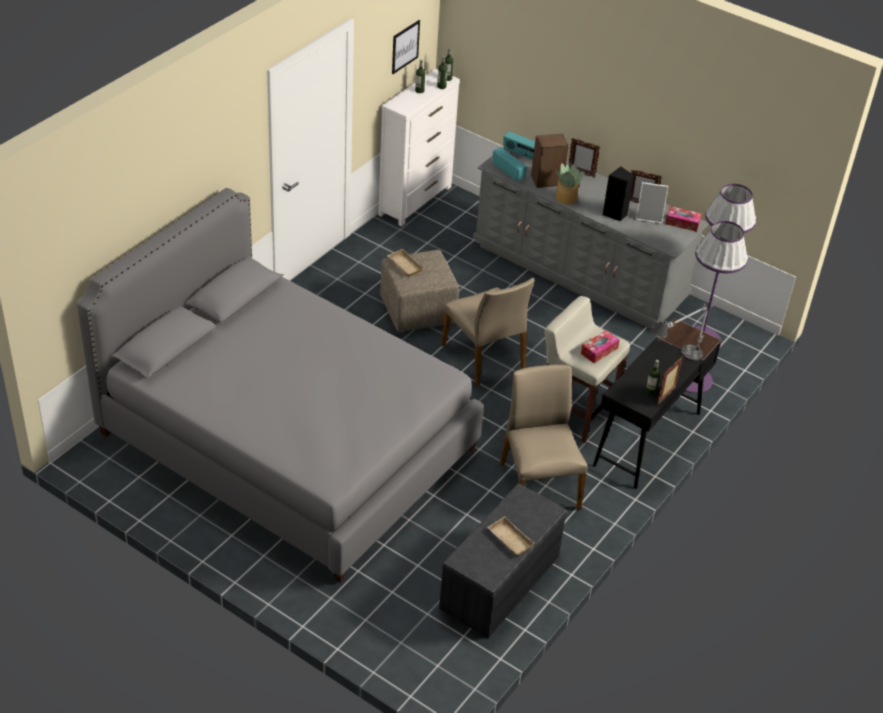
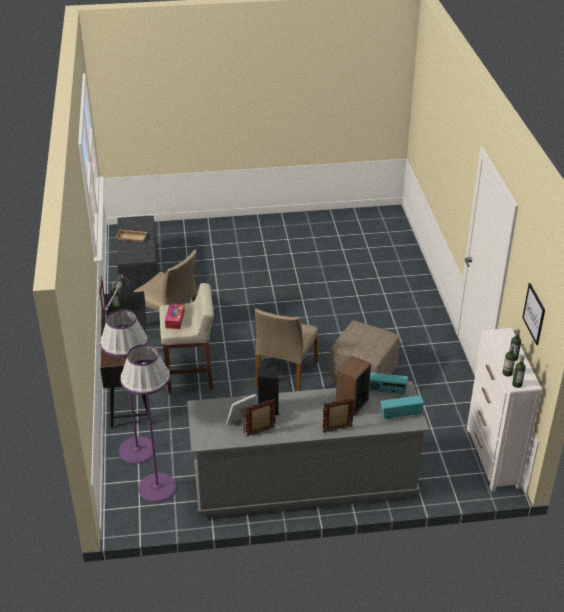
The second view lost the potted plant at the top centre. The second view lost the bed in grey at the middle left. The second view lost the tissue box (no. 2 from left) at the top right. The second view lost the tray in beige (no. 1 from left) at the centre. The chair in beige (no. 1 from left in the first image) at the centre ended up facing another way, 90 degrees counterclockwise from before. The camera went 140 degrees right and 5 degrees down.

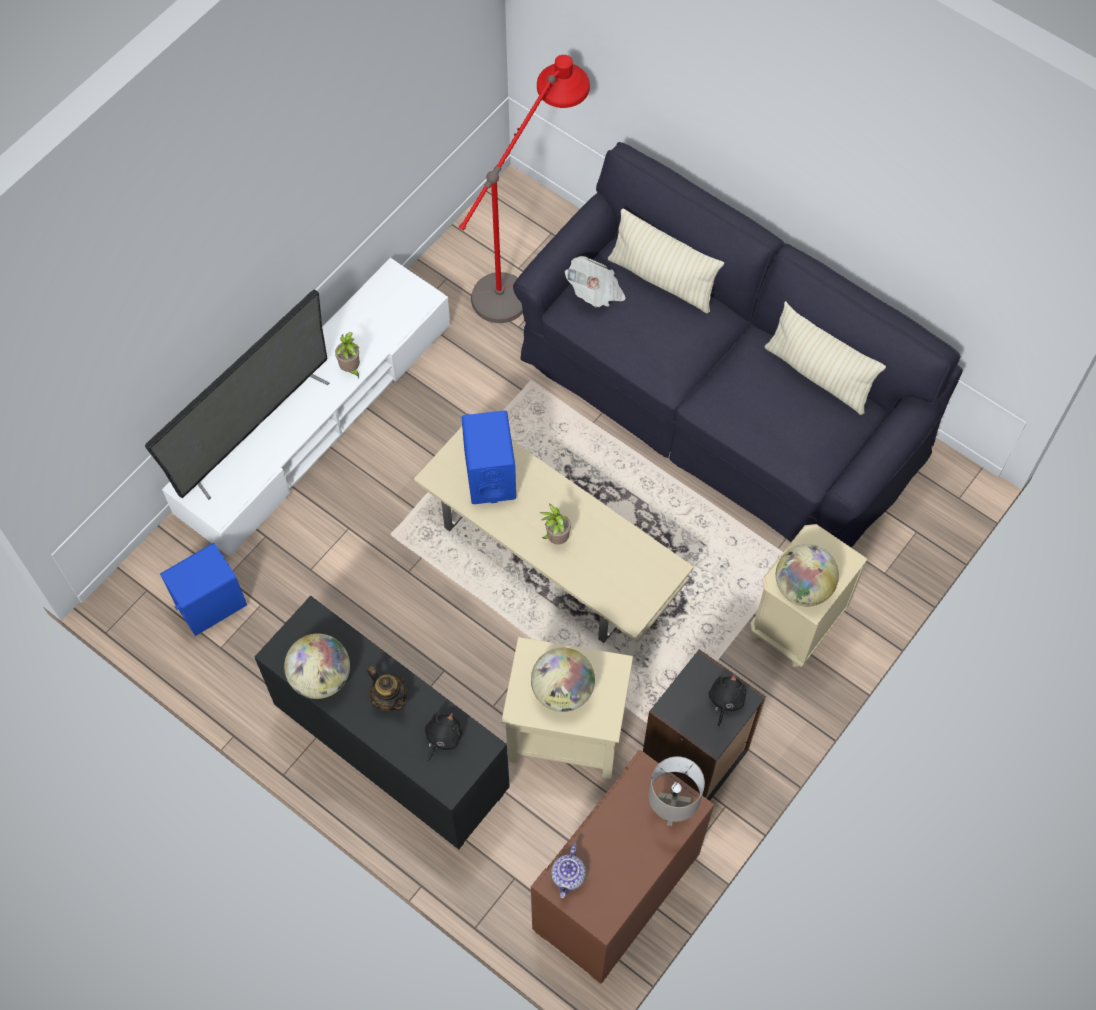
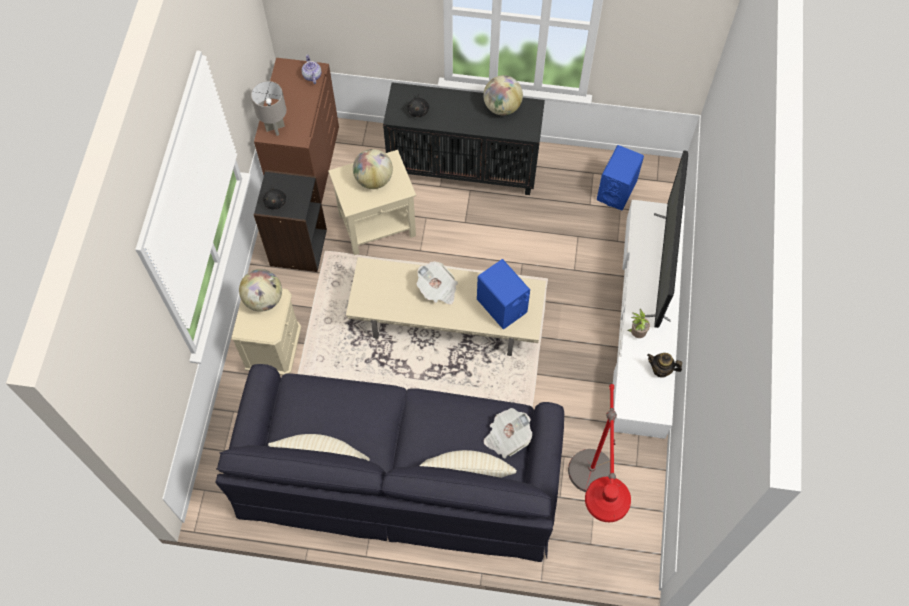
Where the potted plant (no. 2 from left) stood at the centre, the newspaper (no. 1 from left) came to stand at the centre. The teapot (no. 1 from left in the first image) ended up elsewhere, having gone from the bottom centre to the middle right. The camera went 150 degrees right and 0 degrees up.

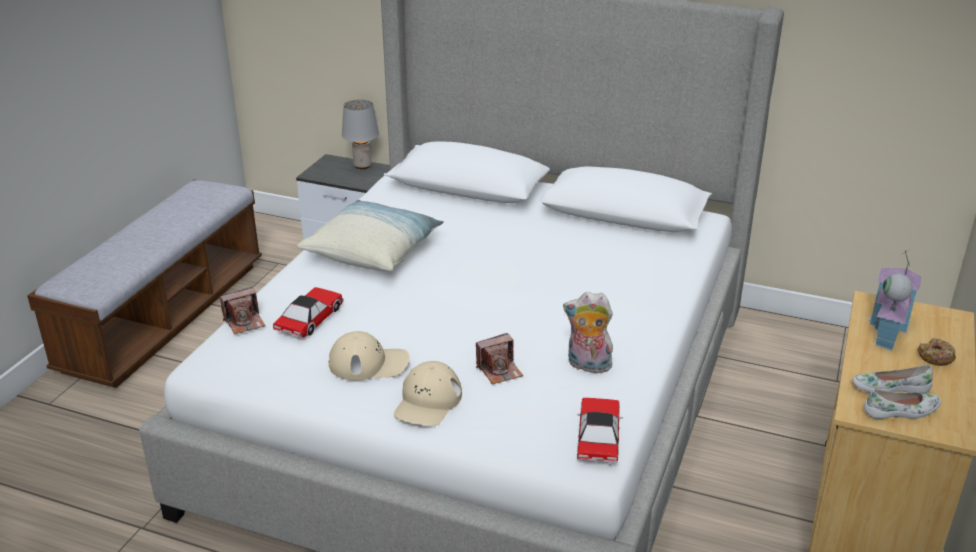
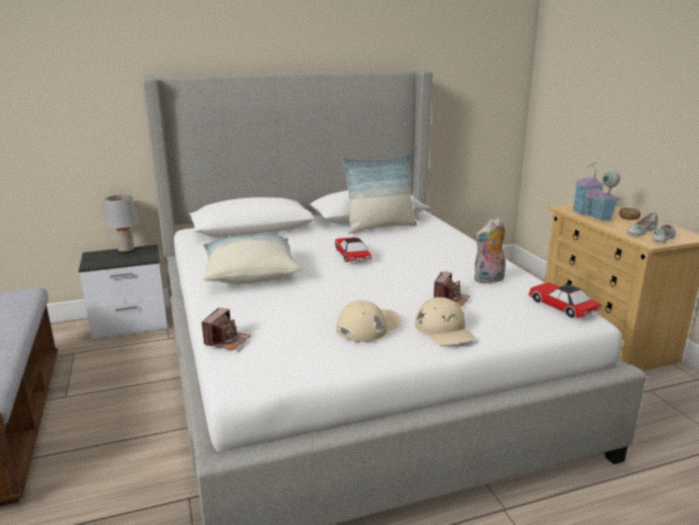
The toy car (no. 1 from left) ended up elsewhere, having gone from the middle left to the centre. The second view gained the pillow (no. 2 from left) at the centre. The camera went 40 degrees left and 10 degrees down.

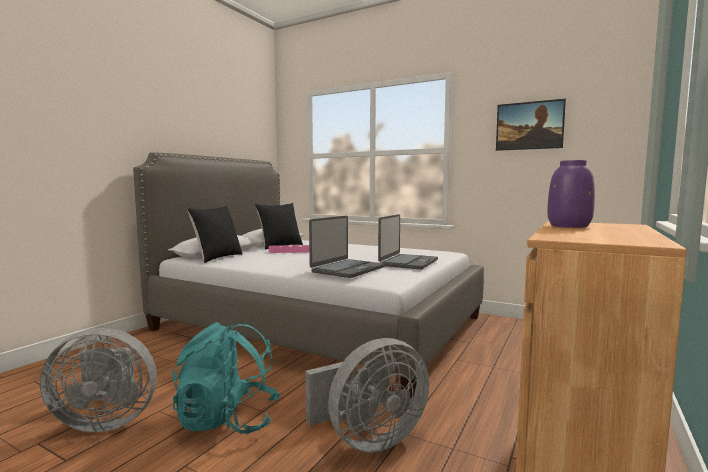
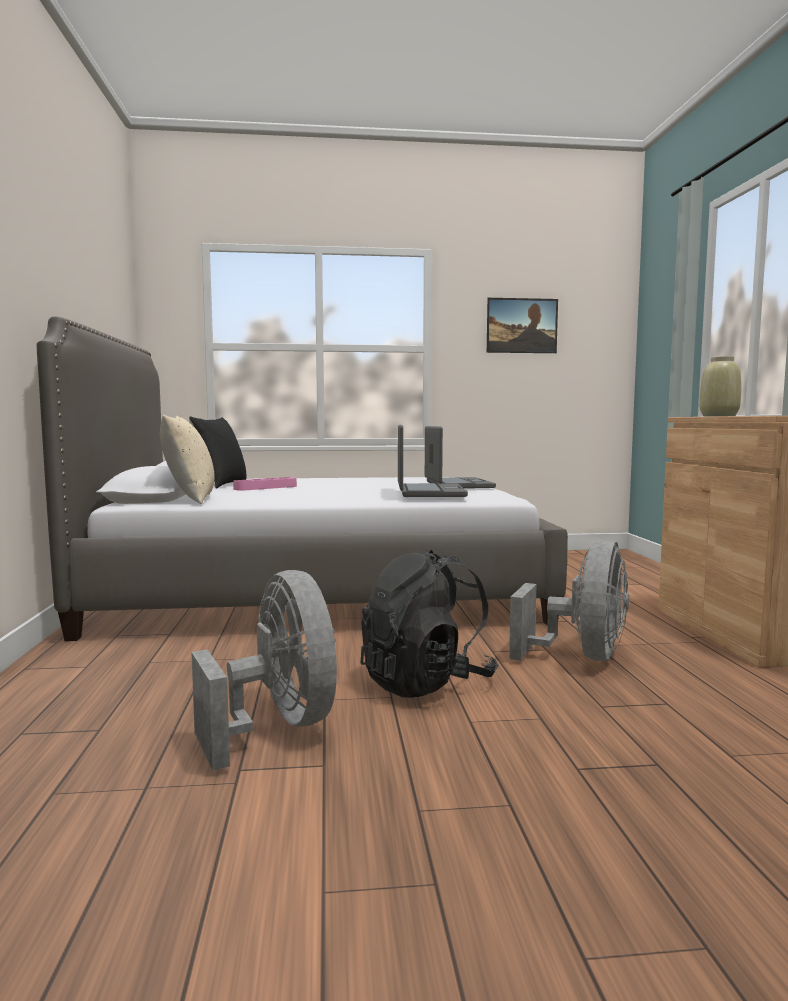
What was the vase in purple at the middle right turned into the vase in beige at the middle right. What was the pillow in black (no. 1 from left) at the middle left turned into the pillow in beige at the middle left. What was the backpack in turquoise at the bottom left turned into the backpack in black at the centre. The fan in grey (no. 1 from left) at the bottom left ended up facing another way, 75 degrees counterclockwise from before. The camera went 35 degrees left and 0 degrees up.

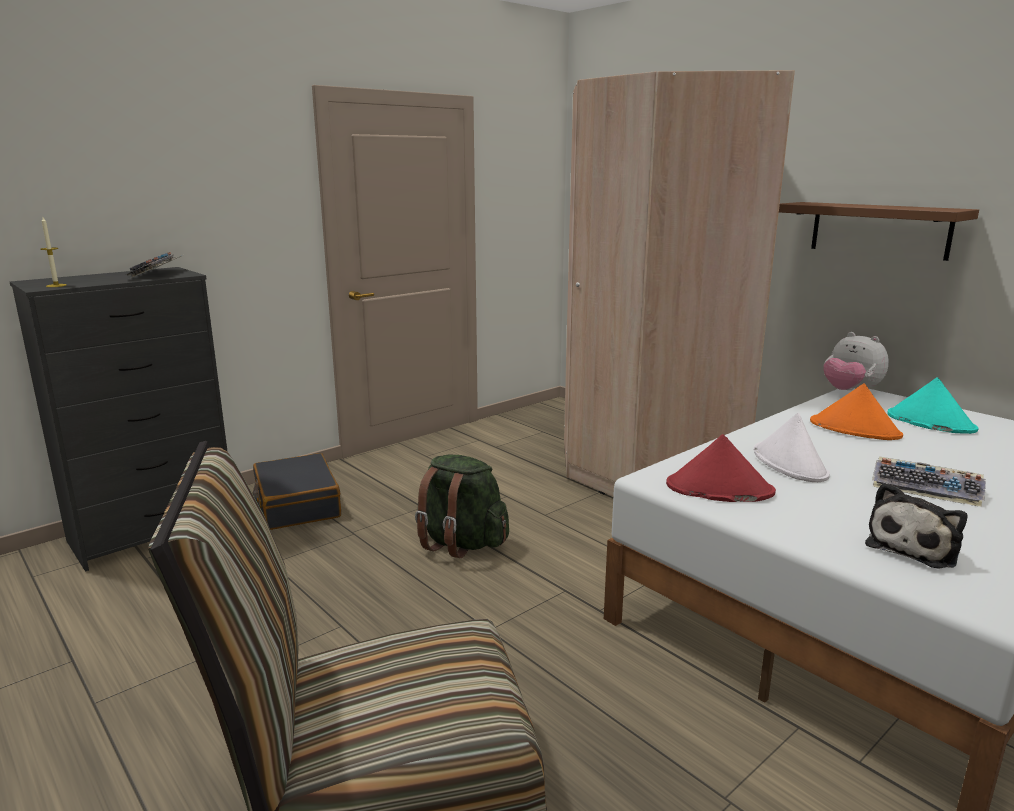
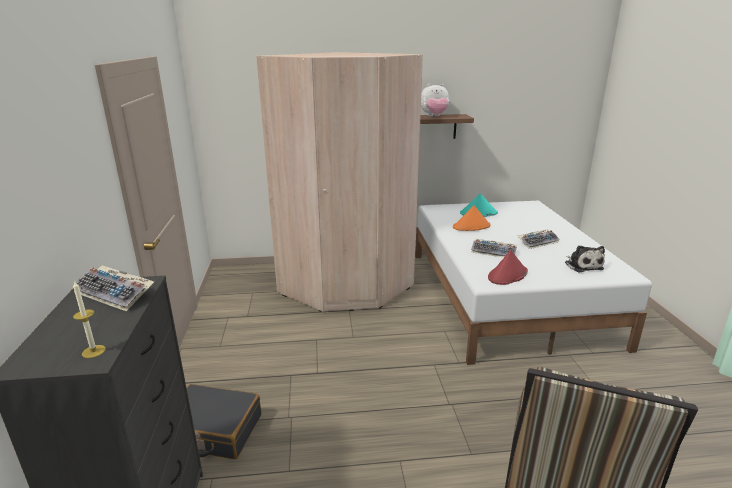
The plush toy (no. 1 from left) ended up elsewhere, having gone from the middle right to the top centre. Where the hat in white stood at the middle right, the keyboard (no. 2 from left) came to stand at the middle right. The second view lost the backpack in green at the centre. The camera went 55 degrees left and 5 degrees up.

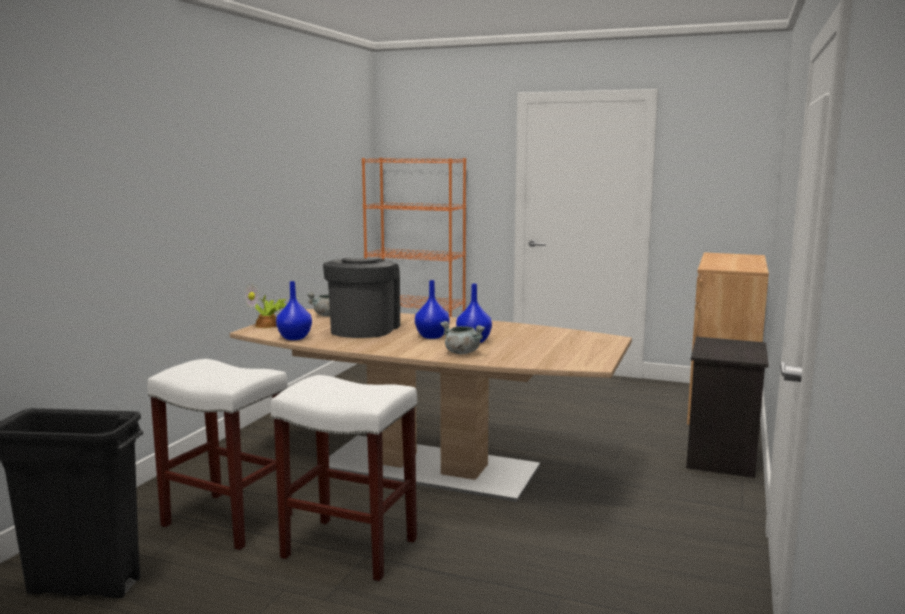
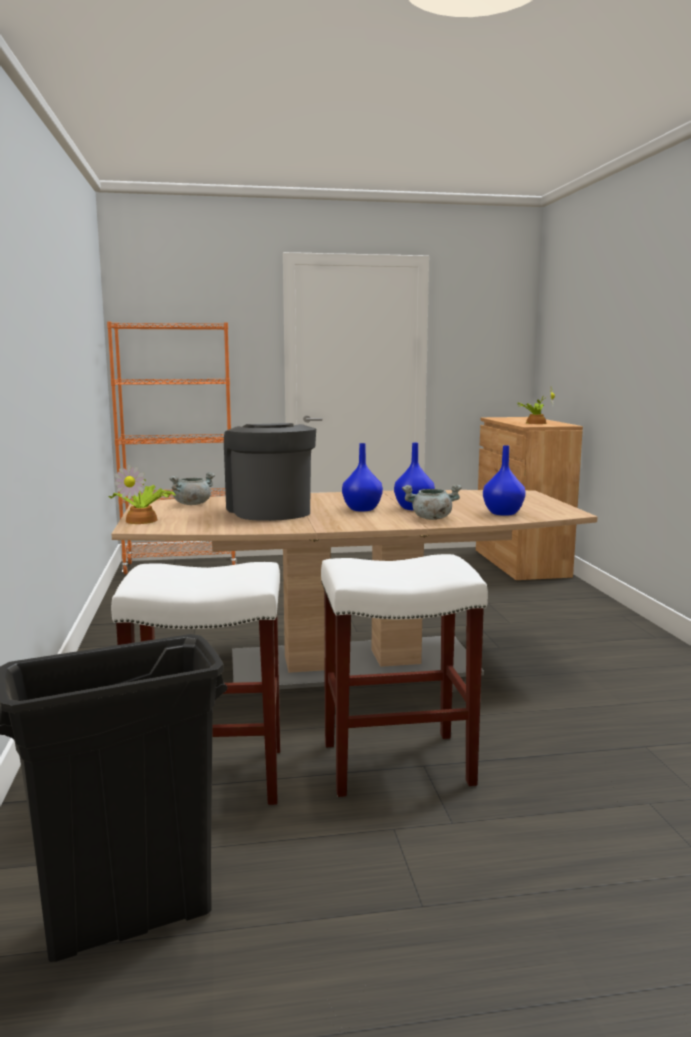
The vase in blue (no. 1 from left in the first image) ended up elsewhere, having gone from the middle left to the middle right. The second view lost the nightstand in black at the middle right. The second view gained the potted plant (no. 2 from left) at the middle right. The camera went 30 degrees left and 0 degrees up.

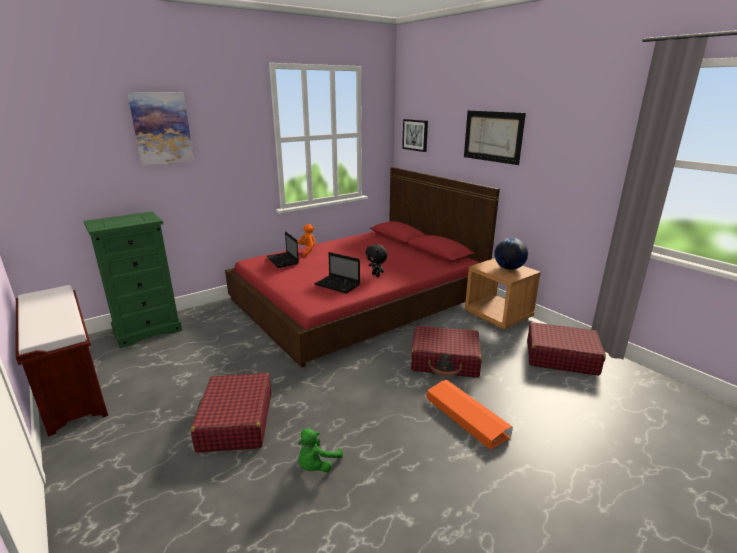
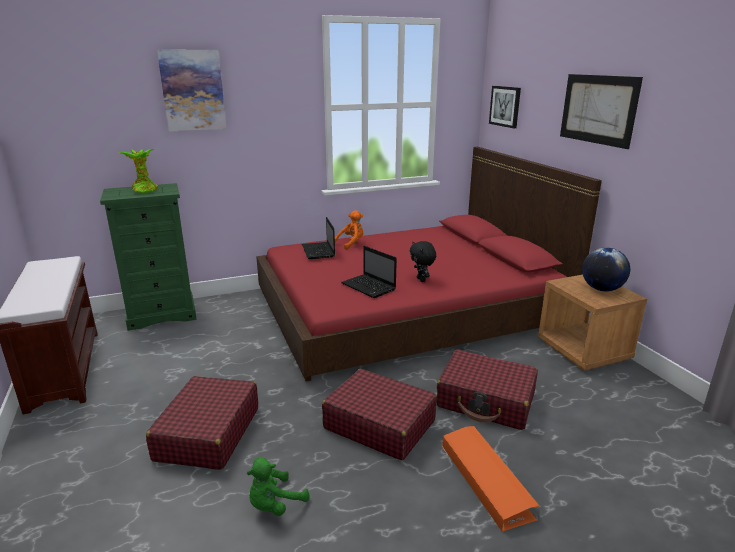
The suitcase in red (no. 3 from left in the first image) ended up elsewhere, having gone from the middle right to the bottom centre. The second view gained the potted plant at the top left. The camera went 15 degrees right and 0 degrees up.

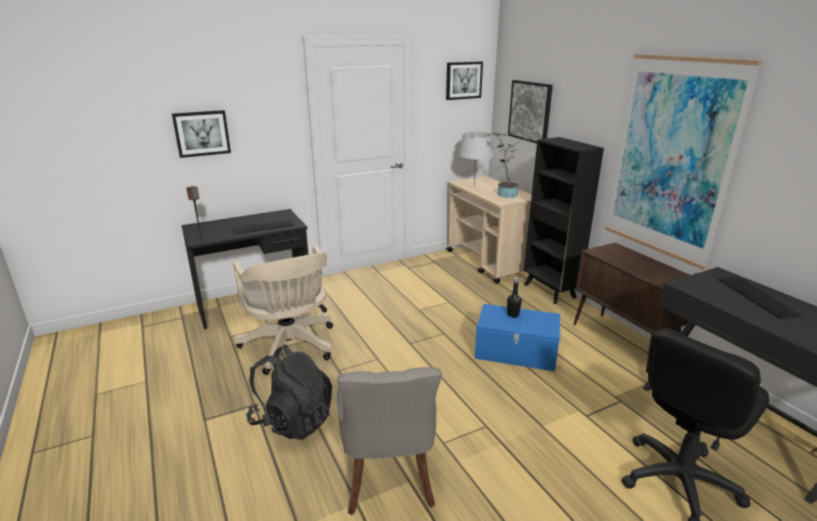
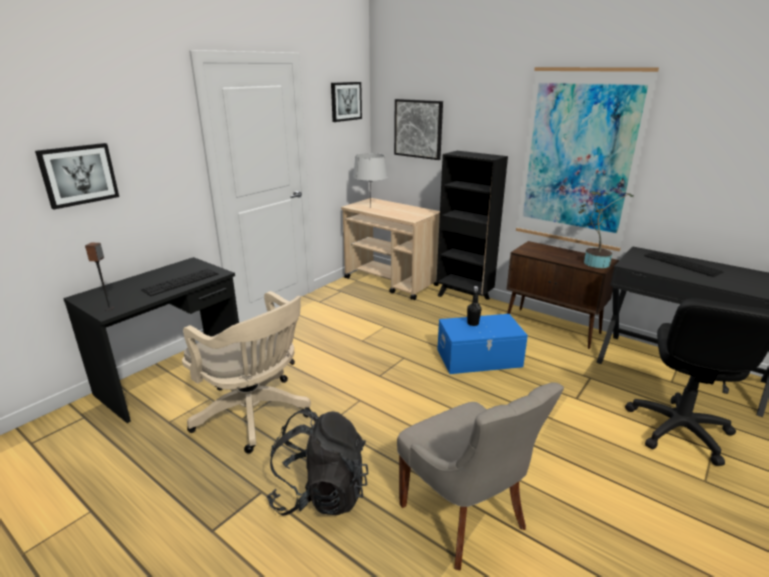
The potted plant ended up elsewhere, having gone from the top centre to the middle right. The camera went 25 degrees left and 0 degrees up.

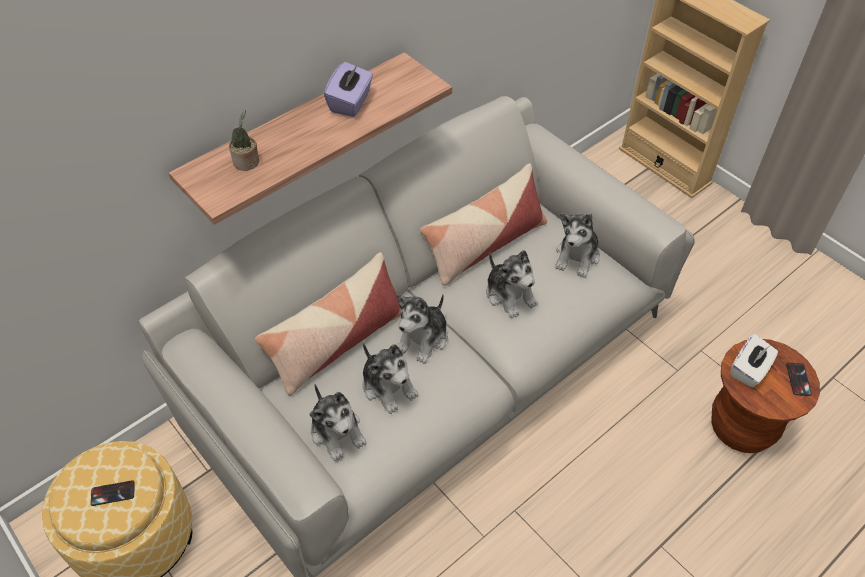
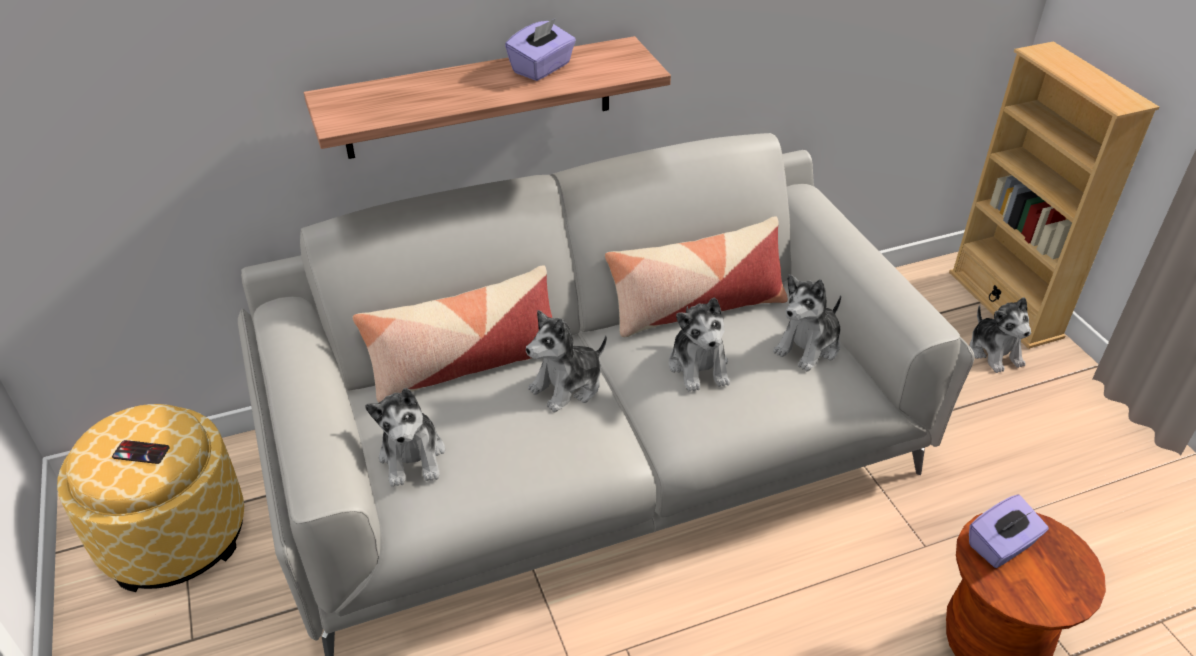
The second view lost the potted plant at the top left. What was the tissue box in white at the middle right turned into the tissue box in purple (no. 2 from left) at the bottom right. The plush toy (no. 2 from left in the first image) ended up elsewhere, having gone from the centre to the middle right. The second view lost the phone (no. 2 from left) at the middle right. The camera went 20 degrees right and 10 degrees down.

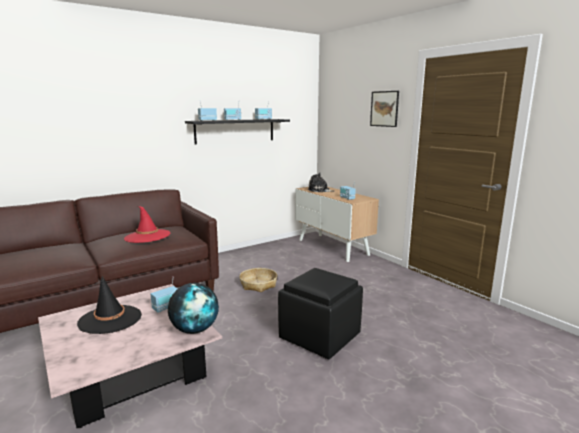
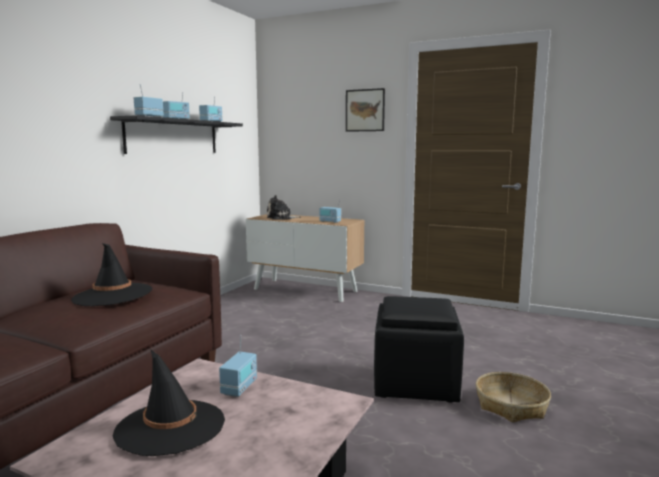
What was the hat in red at the middle left turned into the hat in black (no. 1 from left) at the middle left. The basket ended up elsewhere, having gone from the centre to the bottom right. The second view lost the globe at the bottom centre. The camera went 30 degrees left and 5 degrees down.

